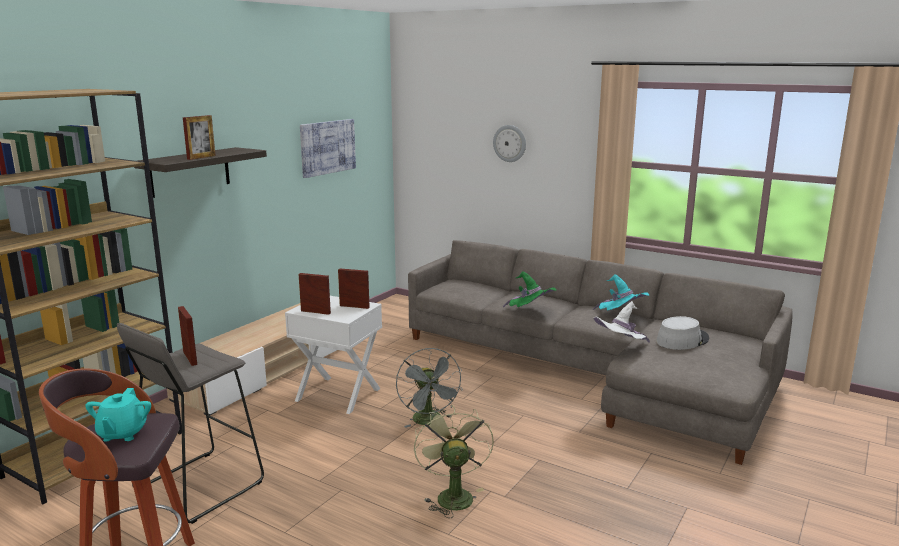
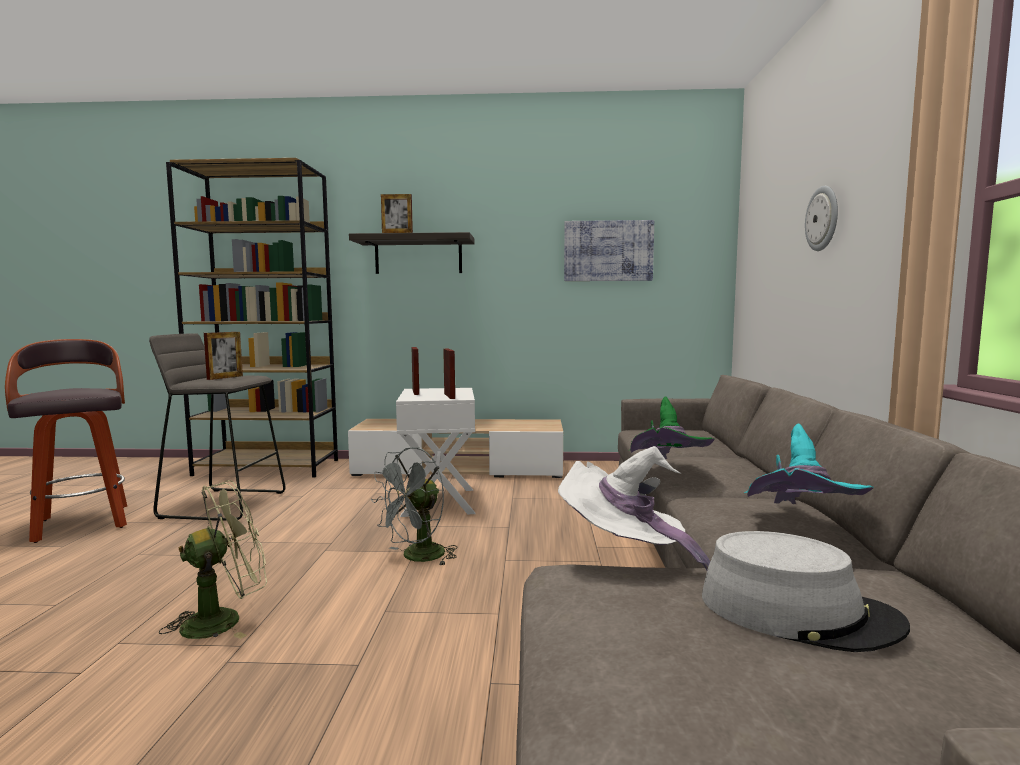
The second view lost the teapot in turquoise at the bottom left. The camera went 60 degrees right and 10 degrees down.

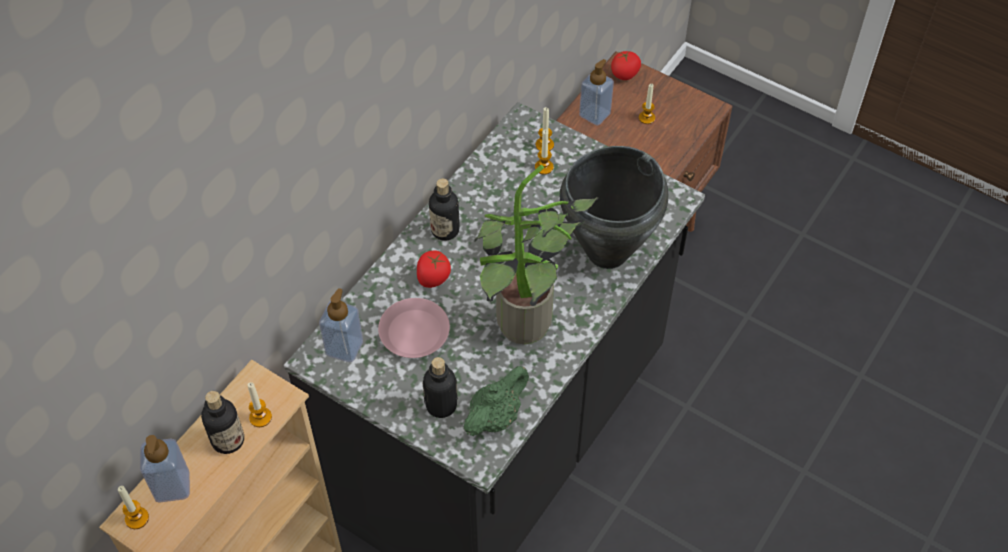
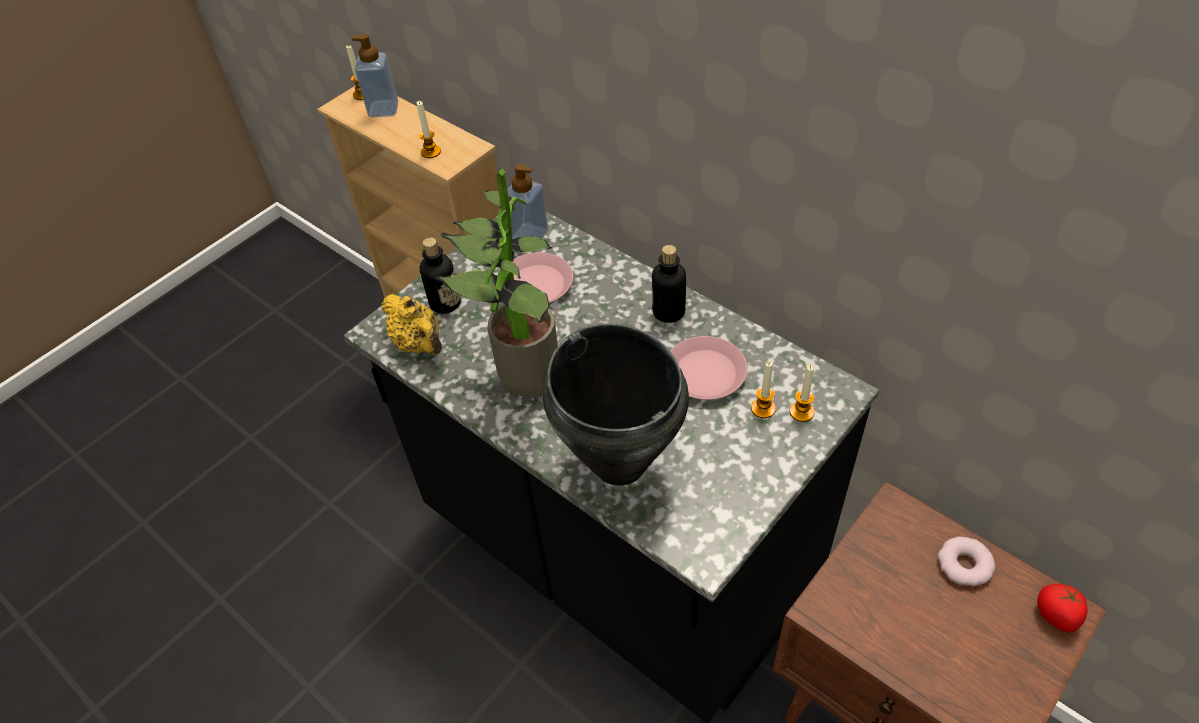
Where the soap dispenser (no. 3 from left) stood at the top centre, the donut came to stand at the bottom right. The second view lost the candle (no. 5 from left) at the top centre. The second view lost the tomato (no. 1 from left) at the centre. What was the teapot in green at the bottom centre turned into the teapot in yellow at the centre. The second view lost the bottle (no. 1 from left) at the bottom left. The second view gained the plate in pink (no. 2 from left) at the centre. The camera went 100 degrees right and 5 degrees down.

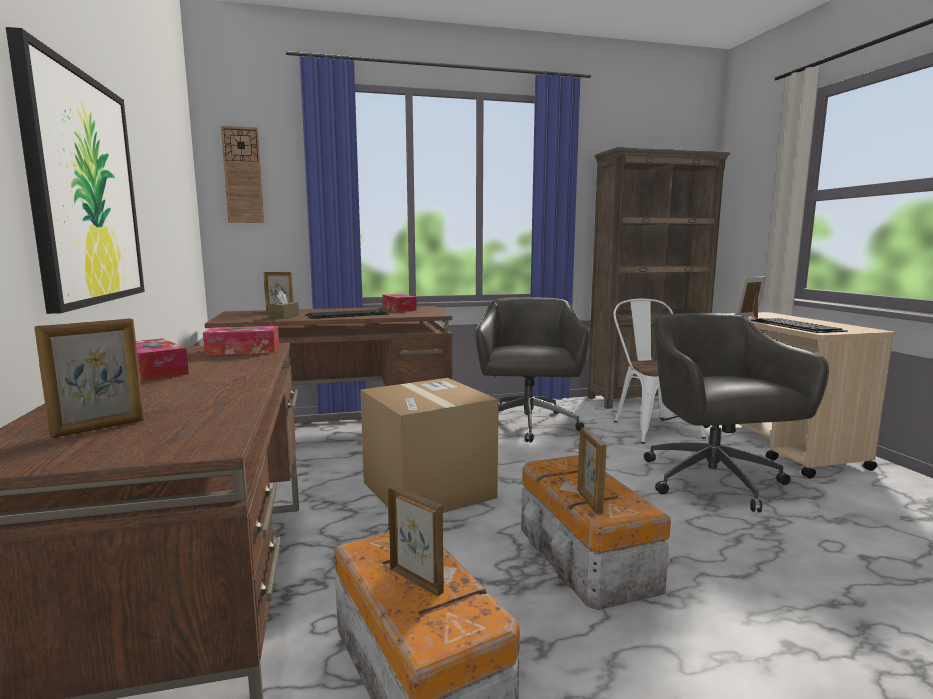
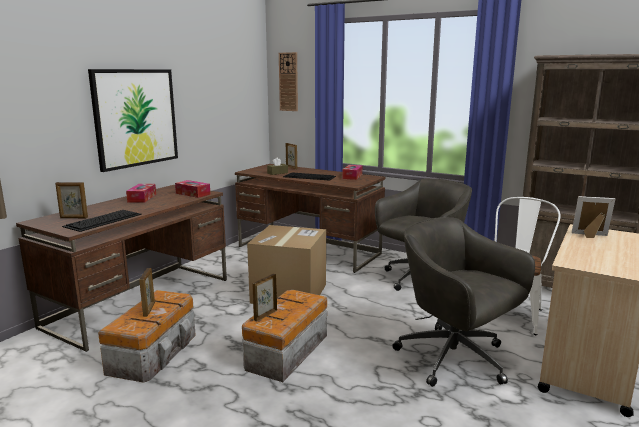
The office chair in grey (no. 2 from left) at the middle right ended up facing another way, 75 degrees counterclockwise from before. The keyboard (no. 2 from left in the first image) ended up elsewhere, having gone from the middle right to the middle left. The camera went 45 degrees right and 5 degrees up.

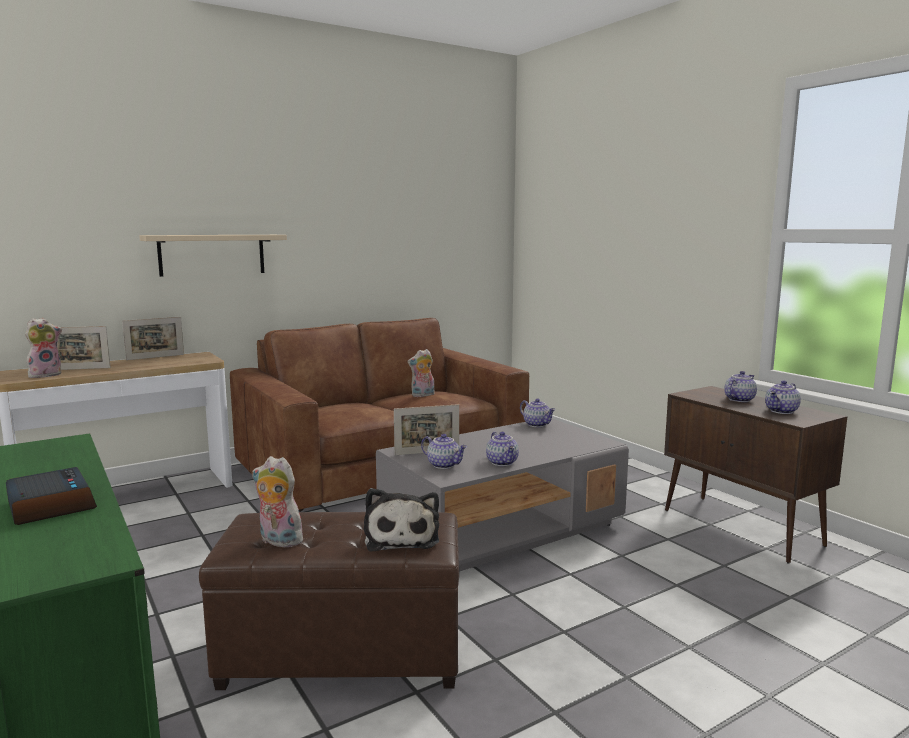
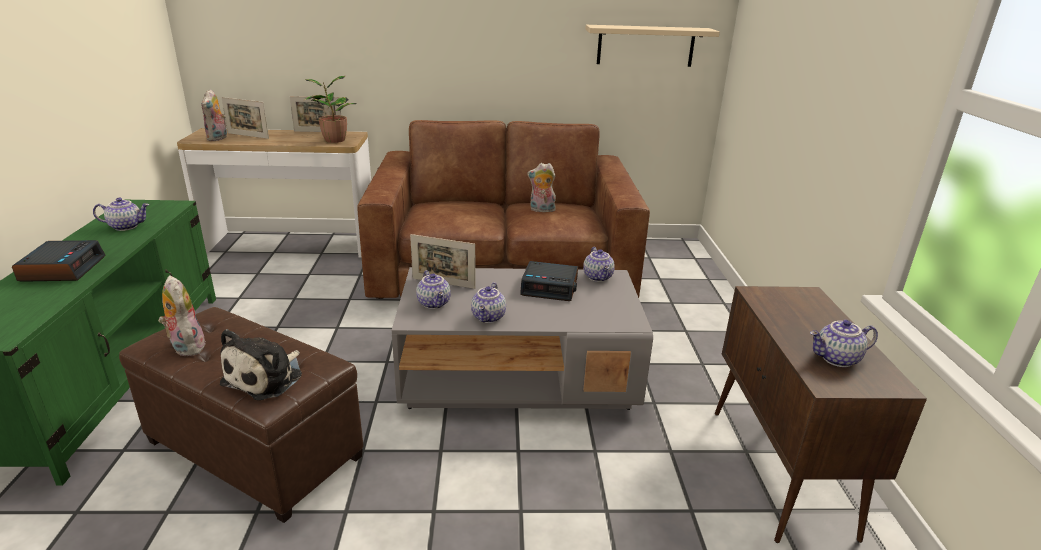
The shelf in beige ended up elsewhere, having gone from the middle left to the top centre. The plush toy (no. 1 from left in the first image) at the middle left ended up facing another way, 105 degrees clockwise from before. The teapot (no. 4 from left in the first image) ended up elsewhere, having gone from the middle right to the middle left. The second view gained the potted plant at the top left. The second view gained the alarm clock (no. 2 from left) at the centre. The camera went 30 degrees right and 15 degrees up.

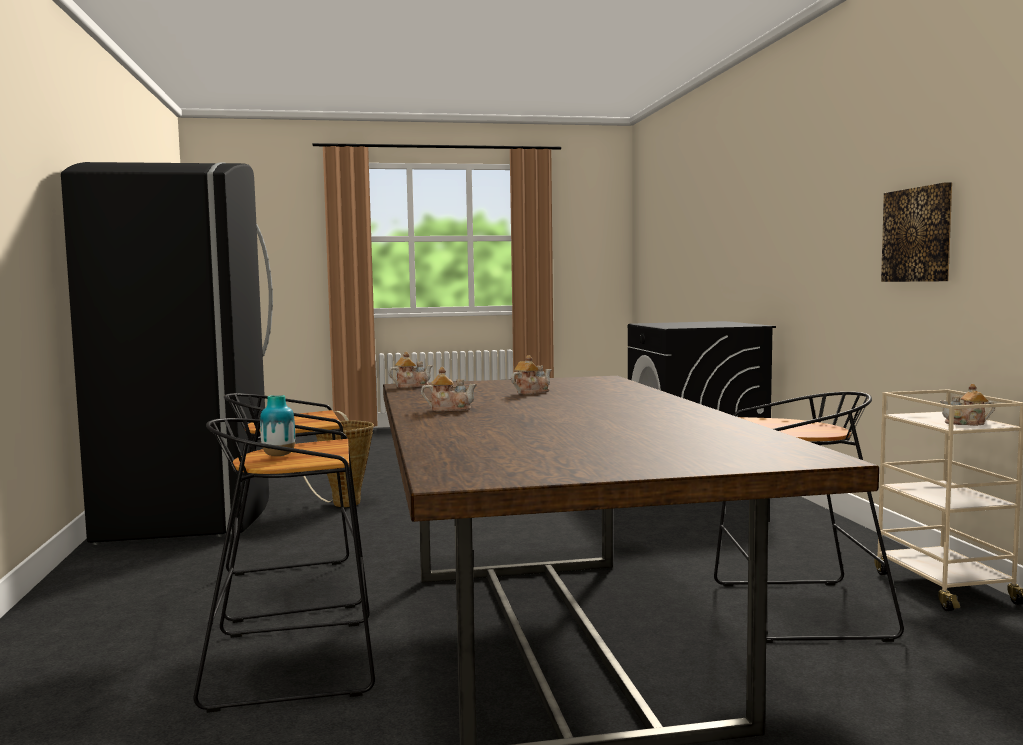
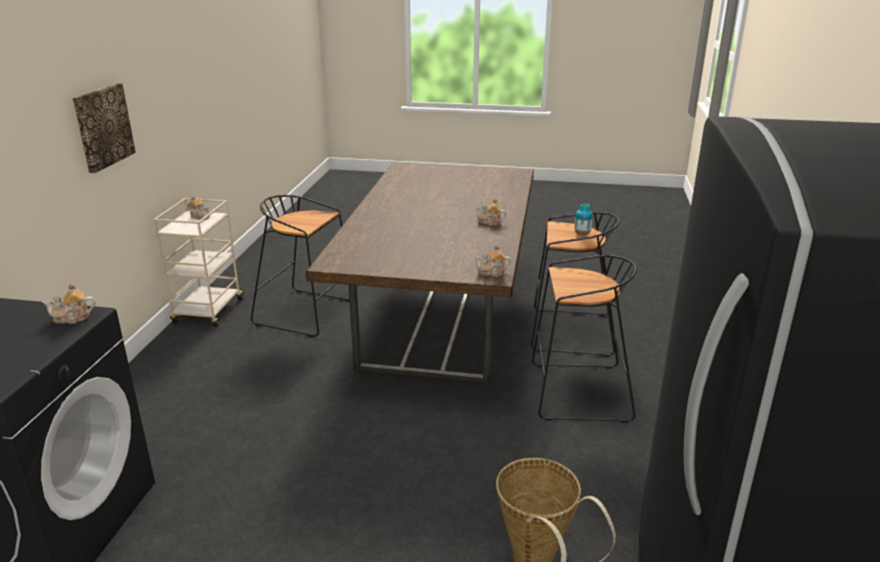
The teapot (no. 3 from left in the first image) ended up elsewhere, having gone from the centre to the middle left. The camera went 160 degrees left and 20 degrees up.

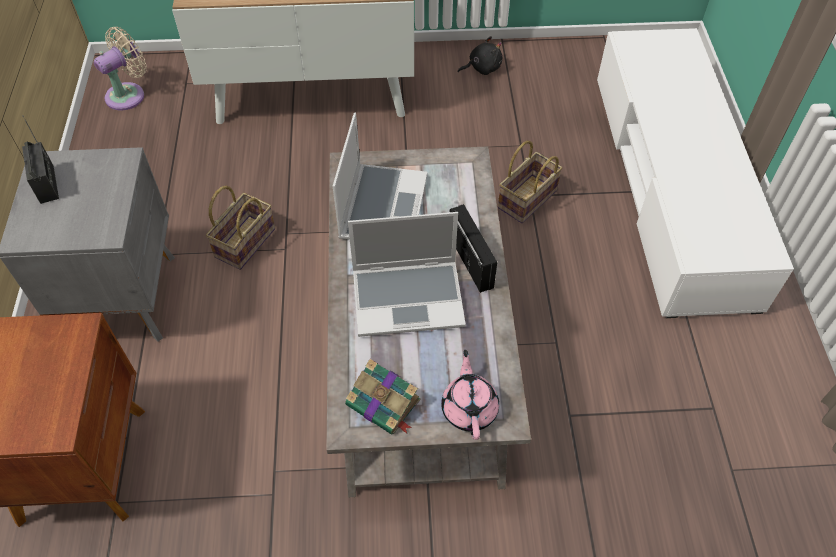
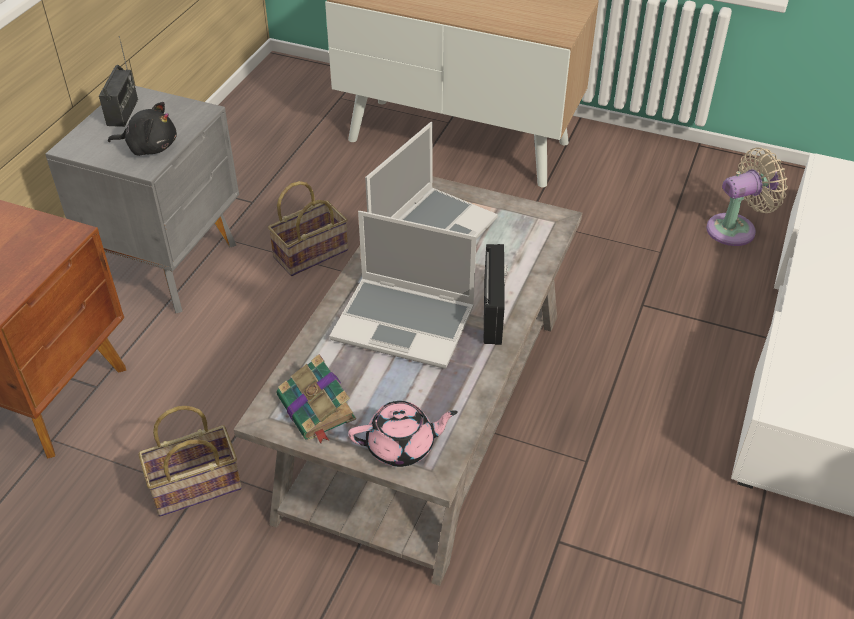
The fan in beige ended up elsewhere, having gone from the top left to the top right. The plush toy in black ended up elsewhere, having gone from the top centre to the top left. The basket (no. 2 from left in the first image) ended up elsewhere, having gone from the top centre to the bottom left. The teapot in pink at the bottom centre ended up facing another way, 60 degrees clockwise from before. The camera went 25 degrees right and 10 degrees down.

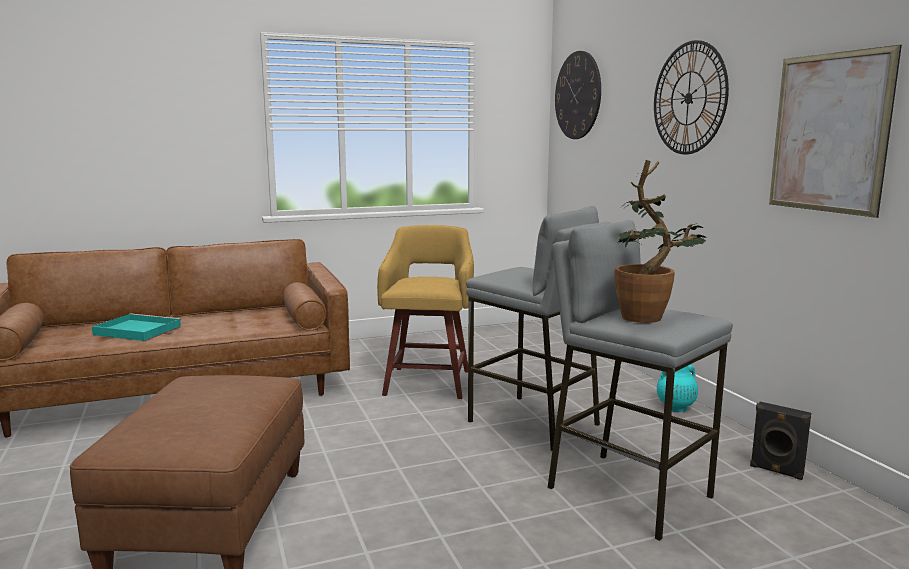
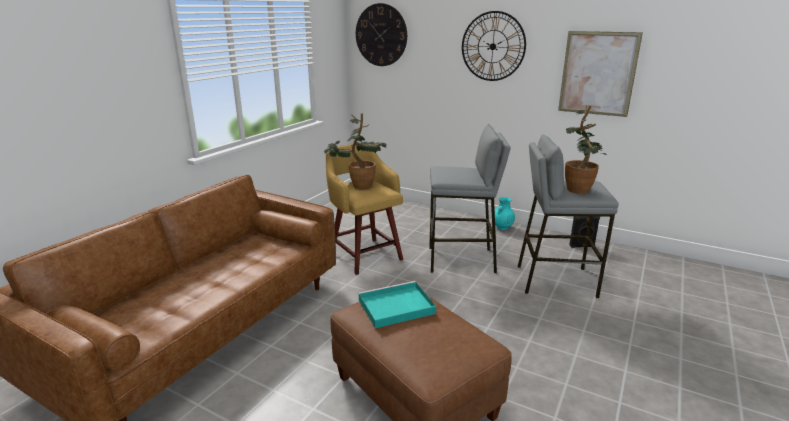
The tray in turquoise ended up elsewhere, having gone from the middle left to the bottom centre. The second view gained the potted plant (no. 1 from left) at the centre. The camera went 40 degrees left and 10 degrees up.

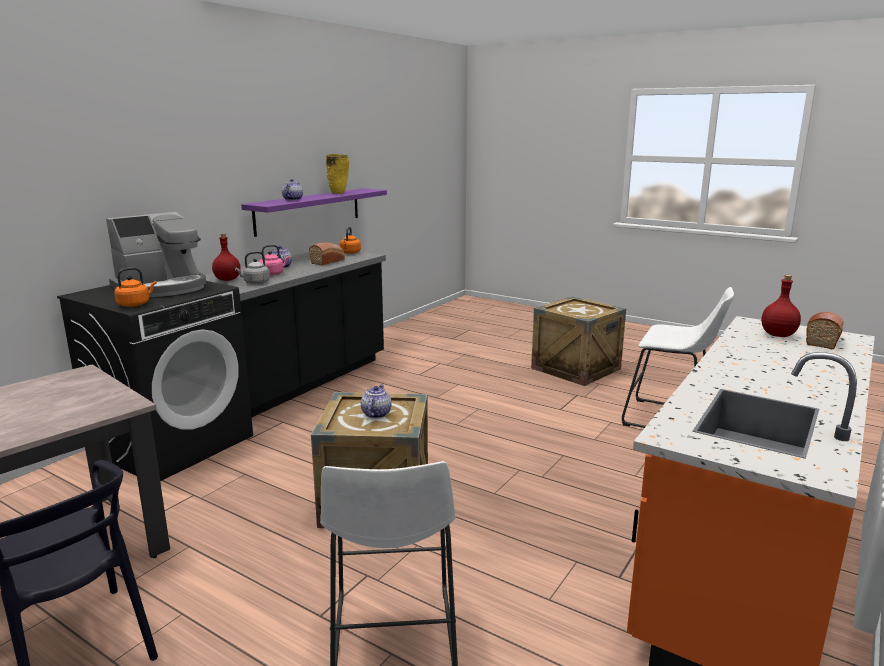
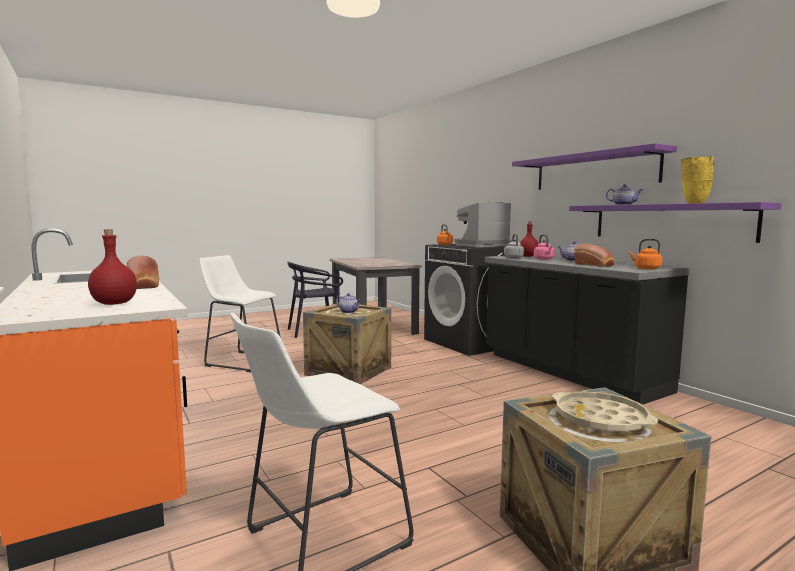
The coffee machine at the middle left ended up facing another way, 75 degrees clockwise from before. The bread (no. 2 from left in the first image) ended up elsewhere, having gone from the middle right to the middle left. The second view gained the shelf in purple (no. 1 from left) at the top right. The second view gained the tray in beige at the bottom right. The camera went 115 degrees right and 10 degrees down.

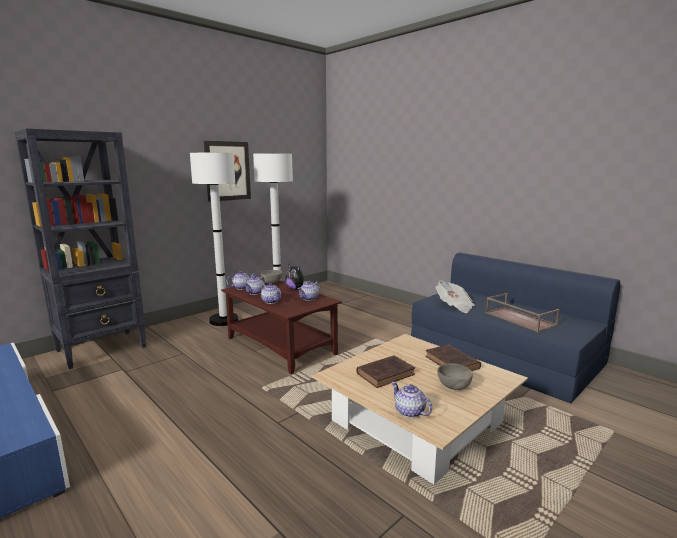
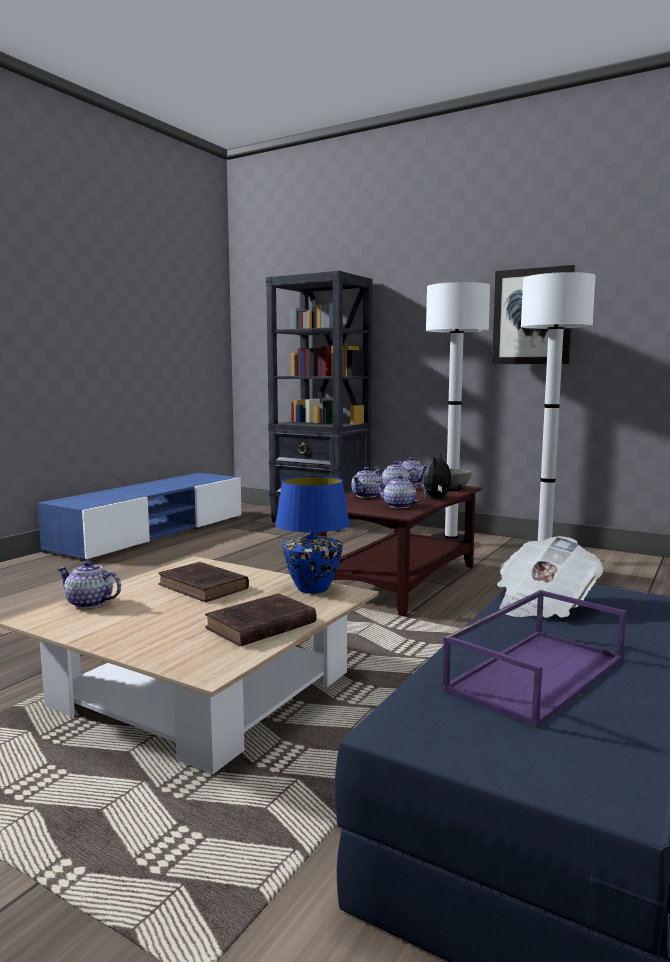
What was the tray in brown at the middle right turned into the tray in purple at the bottom right. The second view lost the bowl in grey (no. 2 from left) at the bottom right. The teapot (no. 5 from left in the first image) at the bottom centre ended up facing another way, 105 degrees counterclockwise from before. The second view gained the table lamp in blue at the centre. The camera went 75 degrees right and 5 degrees down.

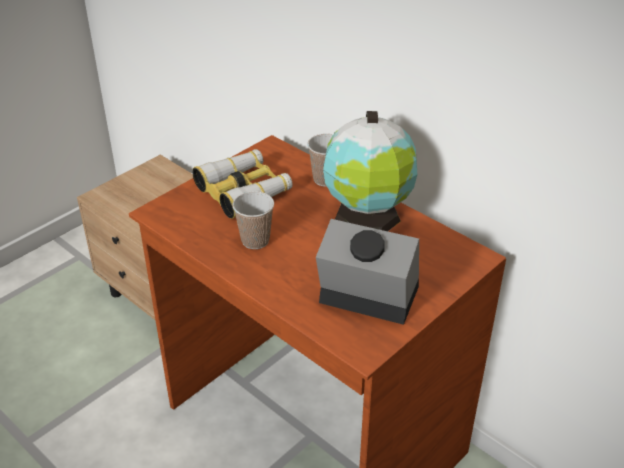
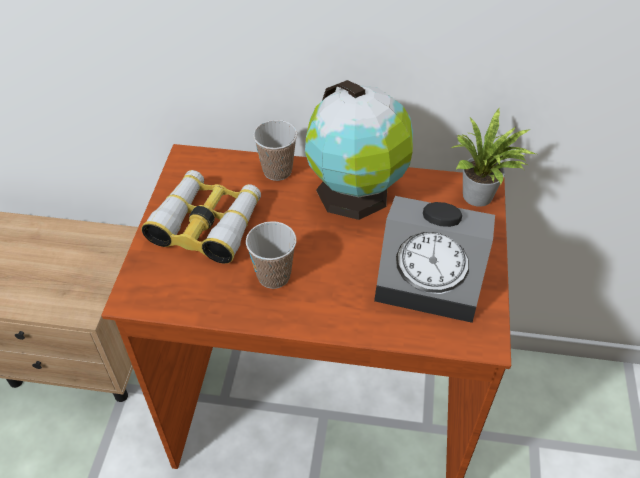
The alarm clock at the centre ended up facing another way, 150 degrees counterclockwise from before. The second view gained the potted plant at the top right. The camera went 35 degrees left and 10 degrees up.

